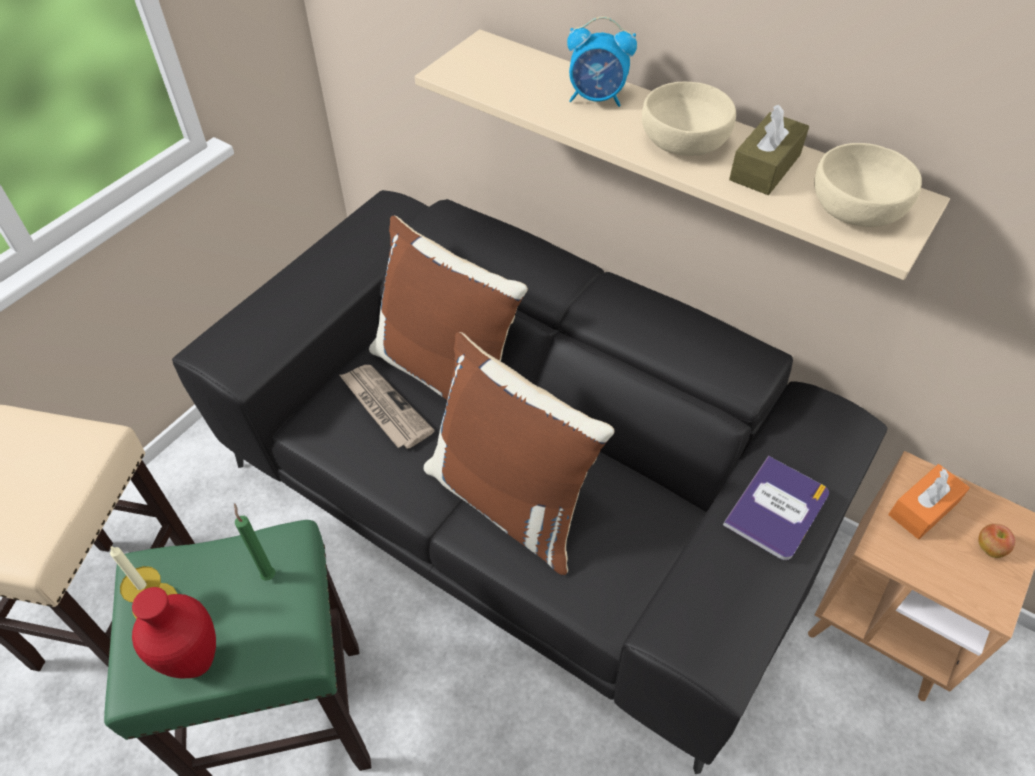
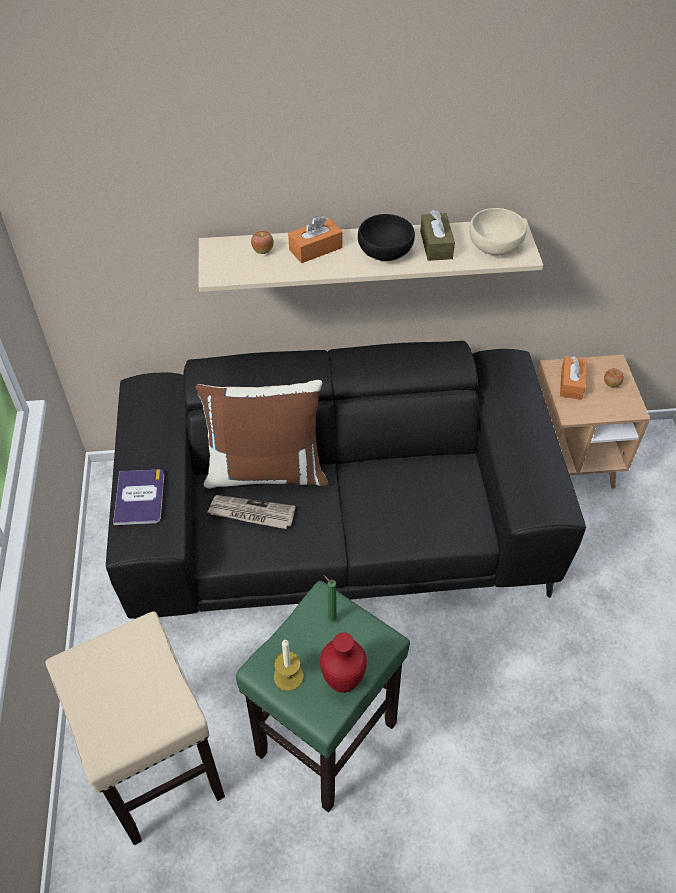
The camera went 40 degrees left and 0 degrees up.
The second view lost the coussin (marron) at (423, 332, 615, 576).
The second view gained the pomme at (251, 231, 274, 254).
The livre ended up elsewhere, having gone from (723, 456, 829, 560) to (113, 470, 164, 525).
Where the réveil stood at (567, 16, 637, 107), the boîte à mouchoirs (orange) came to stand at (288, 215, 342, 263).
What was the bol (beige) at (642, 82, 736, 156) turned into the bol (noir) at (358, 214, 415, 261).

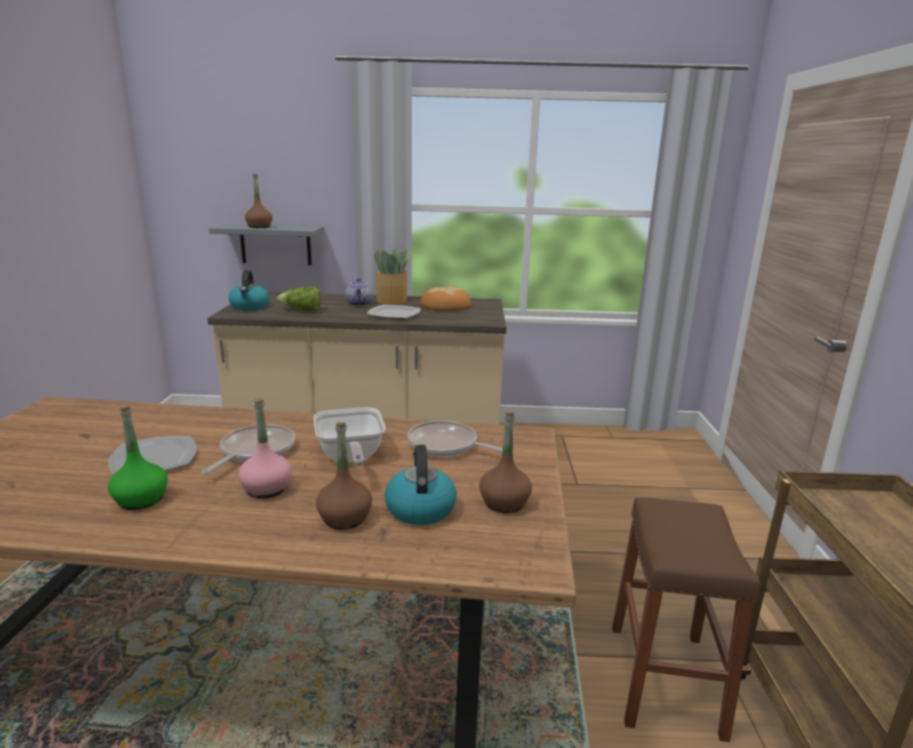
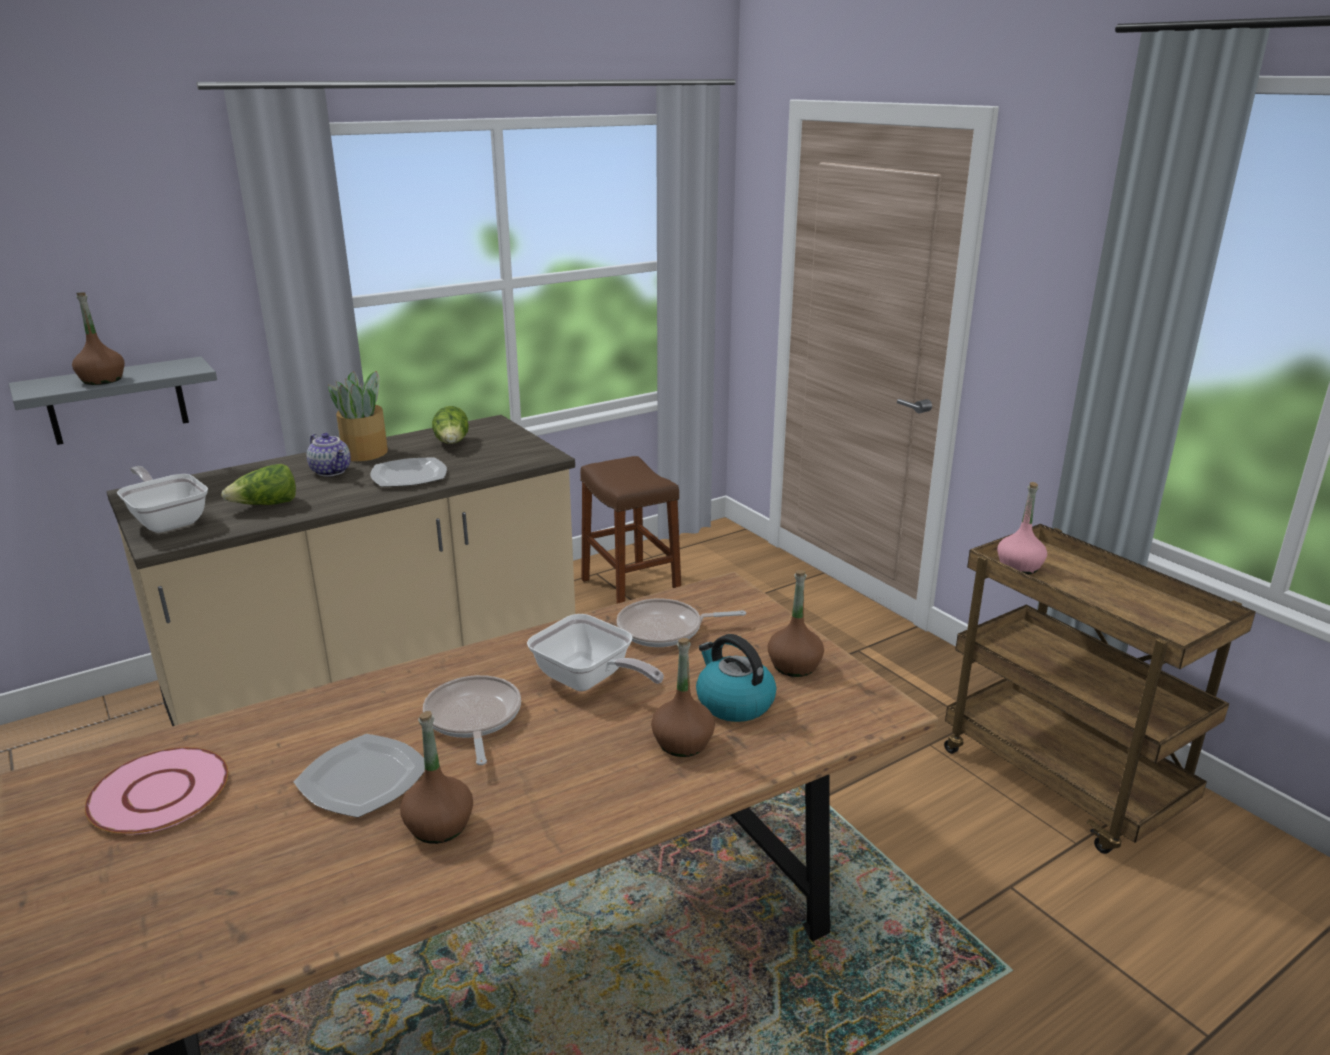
The camera went 35 degrees left and 5 degrees up.
The second view gained the assiette (rose) at (85, 747, 228, 834).
The bouteille (rose) ended up elsewhere, having gone from (238, 397, 292, 498) to (997, 482, 1047, 574).
The tabouret (marron) ended up elsewhere, having gone from (612, 497, 760, 742) to (580, 456, 681, 604).
Where the bouilloire stood at (229, 270, 269, 310), the poêle came to stand at (117, 466, 208, 533).
Where the pain stood at (420, 286, 471, 311), the laitue came to stand at (432, 406, 469, 444).
What was the bouteille (vert) at (108, 406, 168, 510) turned into the bouteille (marron) at (400, 711, 473, 844).

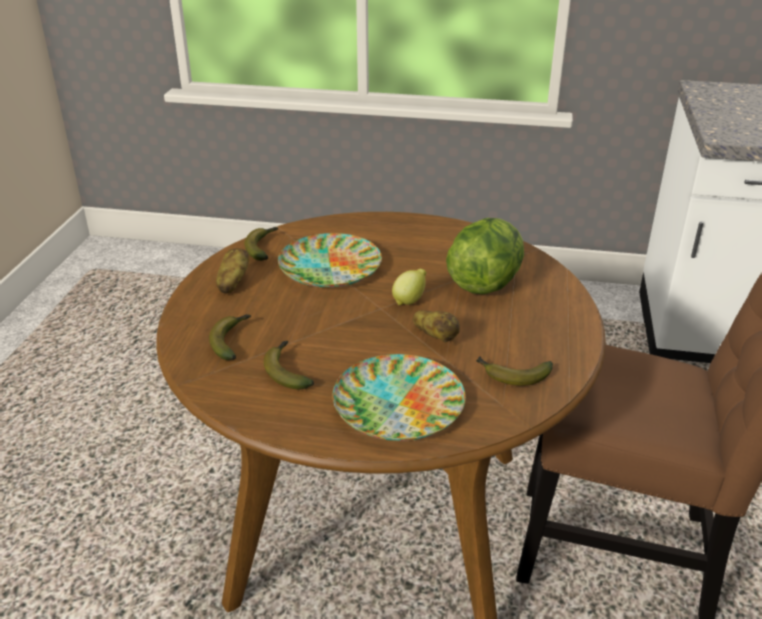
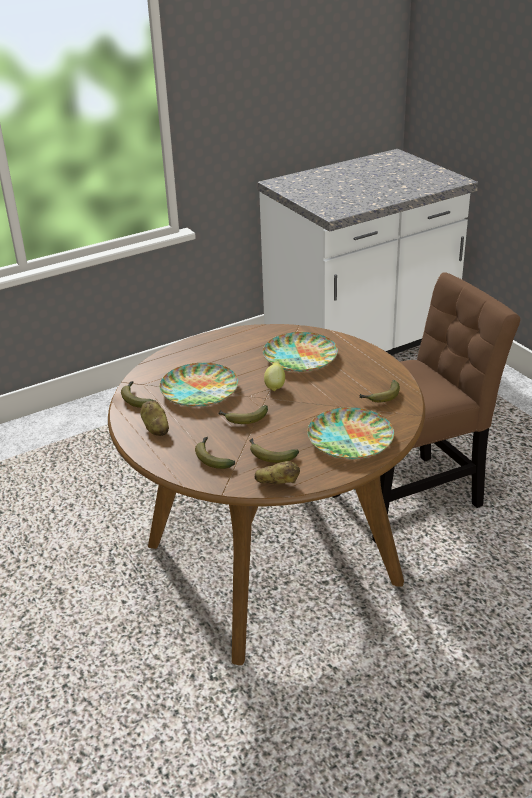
The camera went 40 degrees left and 0 degrees up.
The second view gained the banane at (218, 405, 268, 424).
The pomme de terre ended up elsewhere, having gone from (413, 310, 460, 343) to (255, 461, 300, 484).
Where the laitue stood at (446, 218, 524, 294), the assiette came to stand at (263, 332, 338, 372).

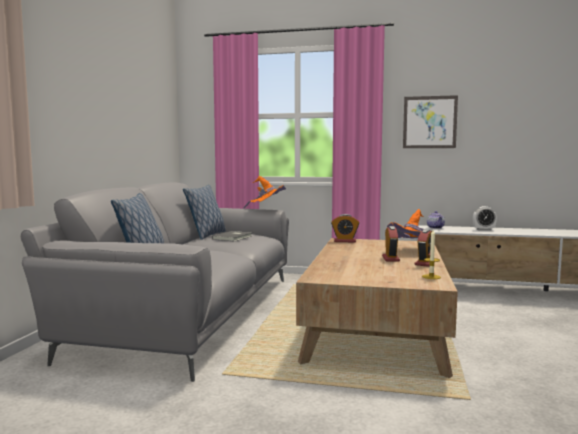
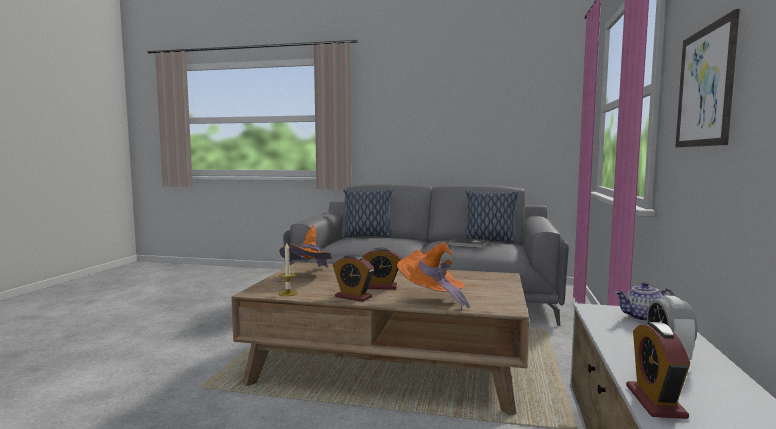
The camera went 90 degrees right and 0 degrees up.
The chapeau (orange) ended up elsewhere, having gone from (243, 176, 286, 209) to (279, 225, 334, 267).
The réveil ended up elsewhere, having gone from (331, 214, 359, 242) to (626, 322, 690, 419).

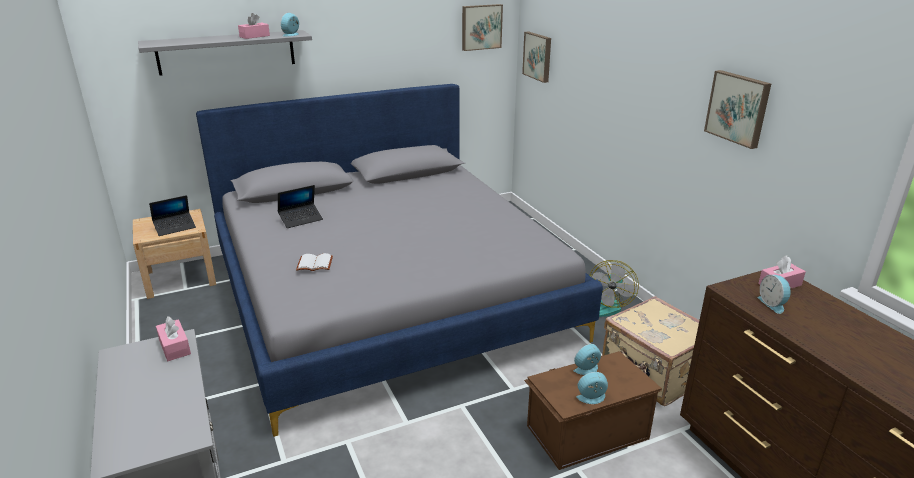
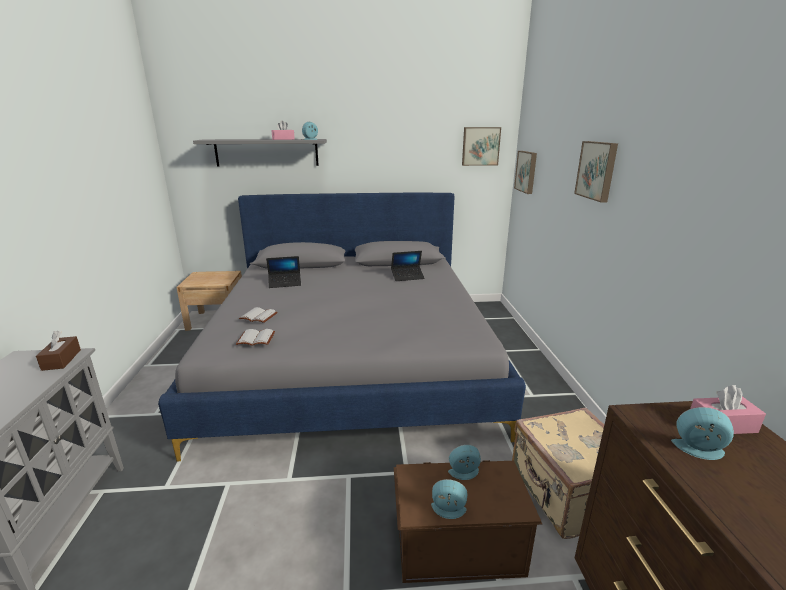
The camera went 20 degrees right and 5 degrees down.
The second view lost the ventilateur at (589, 260, 639, 317).
The second view gained the livre (blanc) at (236, 329, 275, 346).
The ordinateur portable ended up elsewhere, having gone from (149, 195, 196, 236) to (391, 251, 425, 281).
The tableau ended up elsewhere, having gone from (704, 70, 771, 149) to (574, 141, 618, 202).
What was the boîte à mouchoirs (rose) at (156, 316, 191, 361) turned into the boîte à mouchoirs (marron) at (36, 331, 81, 371).
The réveil at (757, 275, 792, 314) ended up facing another way, 105 degrees clockwise from before.

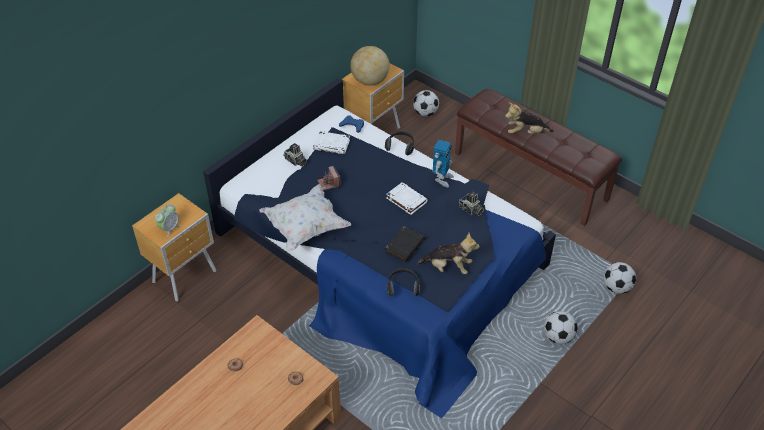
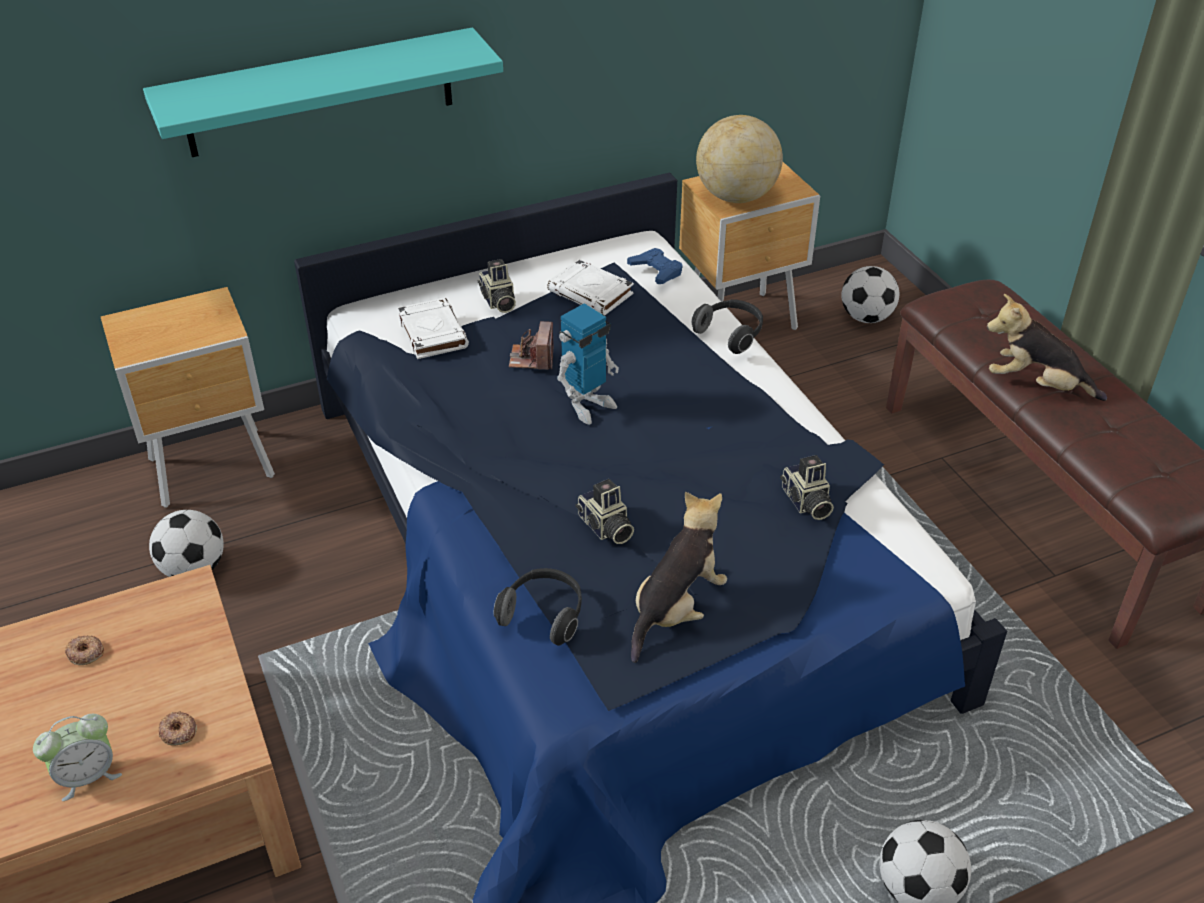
The camera went 25 degrees right and 5 degrees down.
The second view lost the coussin (blanc) at (259, 184, 351, 251).
The second view gained the étagère (turquoise) at (143, 27, 503, 157).
The réveil ended up elsewhere, having gone from (155, 204, 181, 237) to (33, 714, 122, 801).
The livre (blanc) ended up elsewhere, having gone from (386, 182, 428, 215) to (397, 297, 469, 359).
The robot jouet ended up elsewhere, having gone from (433, 140, 454, 187) to (557, 303, 619, 425).
The ballon de foot ended up elsewhere, having gone from (604, 262, 636, 294) to (149, 510, 224, 577).
Where the livre (noir) stood at (385, 226, 425, 262), the appareil photo came to stand at (575, 479, 634, 544).
The peluche at (416, 233, 480, 274) ended up facing another way, 90 degrees counterclockwise from before.

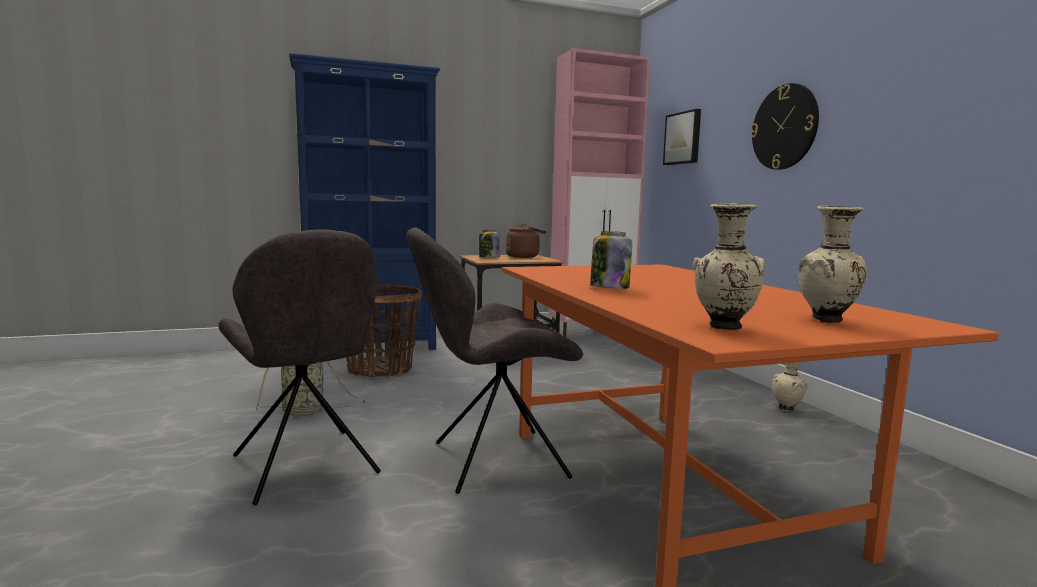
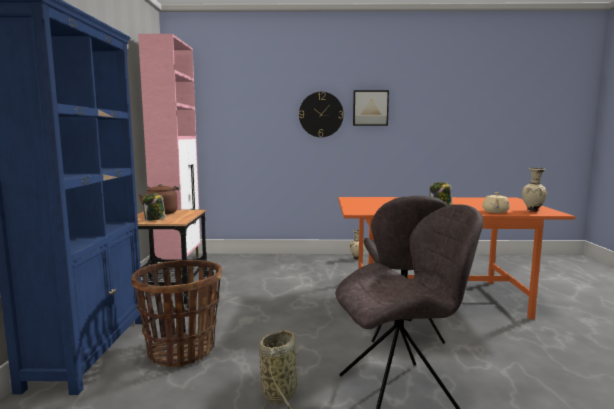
The camera went 70 degrees left and 0 degrees up.
The second view lost the vase (beige) at (798, 206, 867, 323).
The second view gained the théière (beige) at (482, 192, 510, 213).
The tableau ended up elsewhere, having gone from (663, 109, 701, 165) to (353, 90, 389, 126).

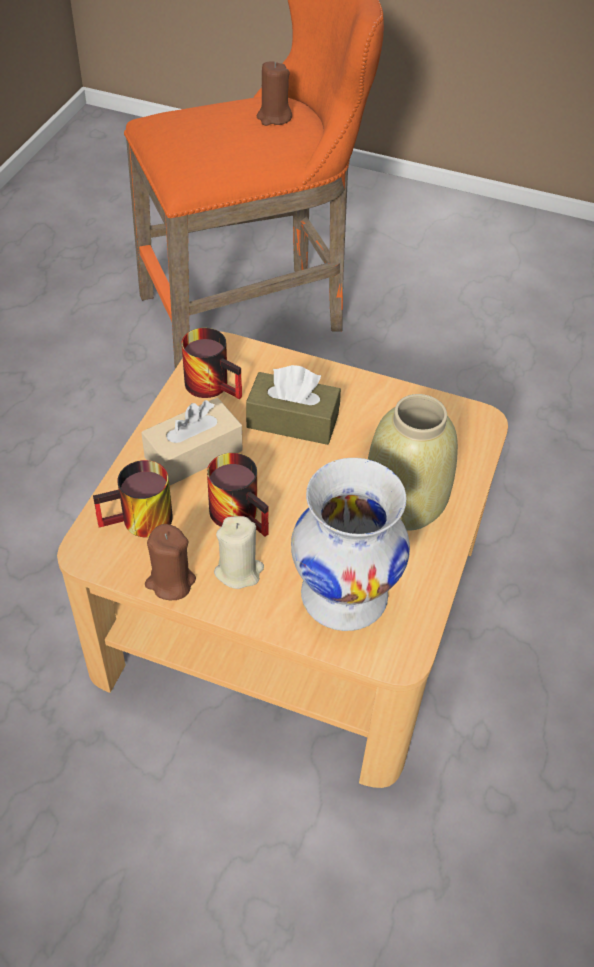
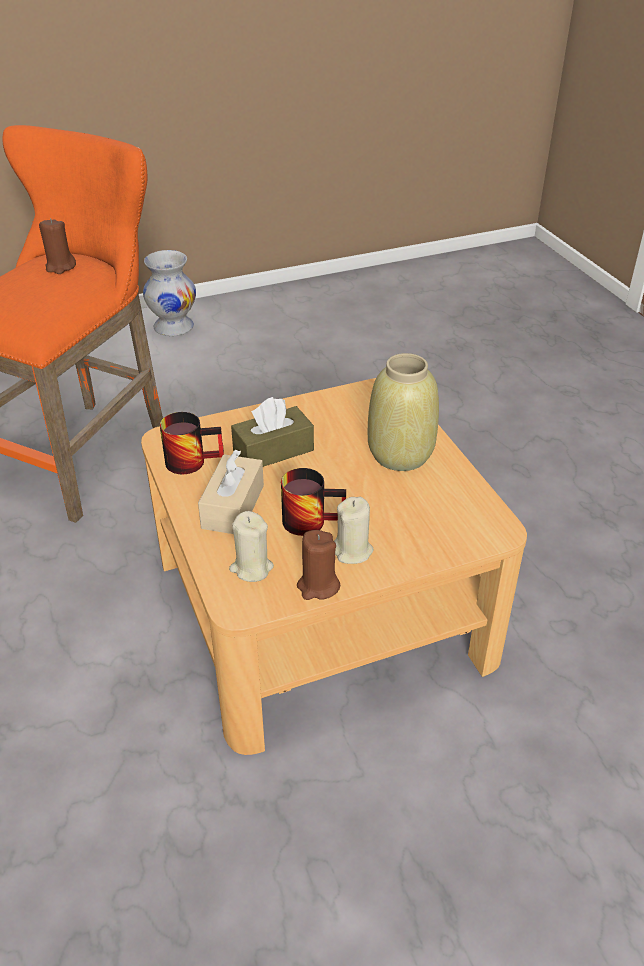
The camera went 40 degrees left and 10 degrees down.
The vase (blanc) ended up elsewhere, having gone from (291, 458, 410, 631) to (143, 250, 196, 336).
Where the mug stood at (93, 460, 173, 538), the bougie (beige) came to stand at (229, 511, 274, 582).

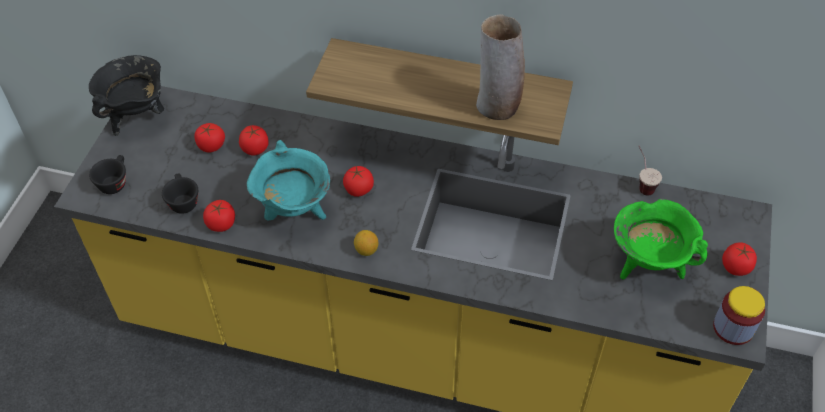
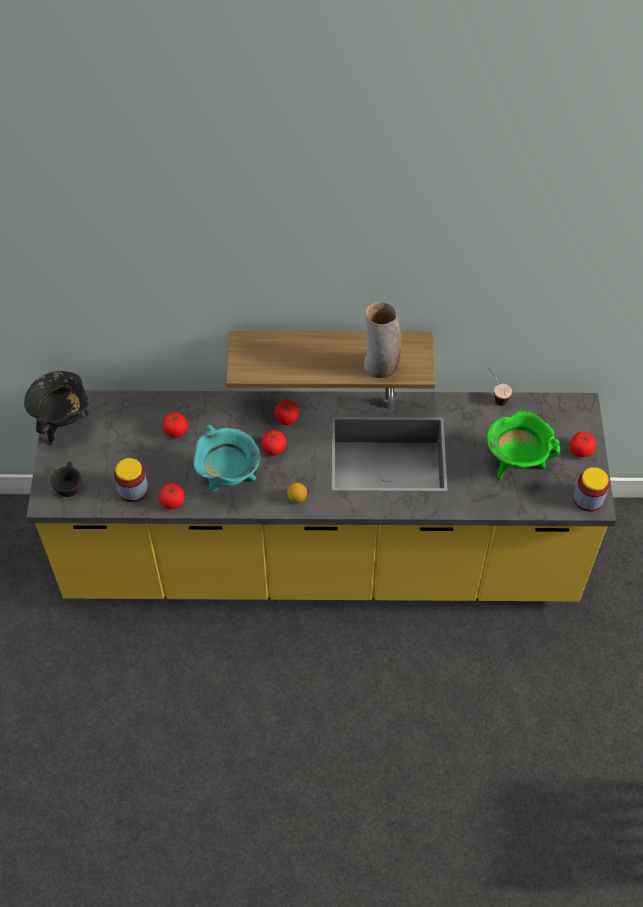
The camera went 15 degrees left and 5 degrees up.
The tomate ended up elsewhere, having gone from (195, 123, 225, 152) to (274, 400, 299, 425).
Where the tasse (noir) stood at (162, 174, 198, 214), the bocal came to stand at (114, 458, 148, 502).

